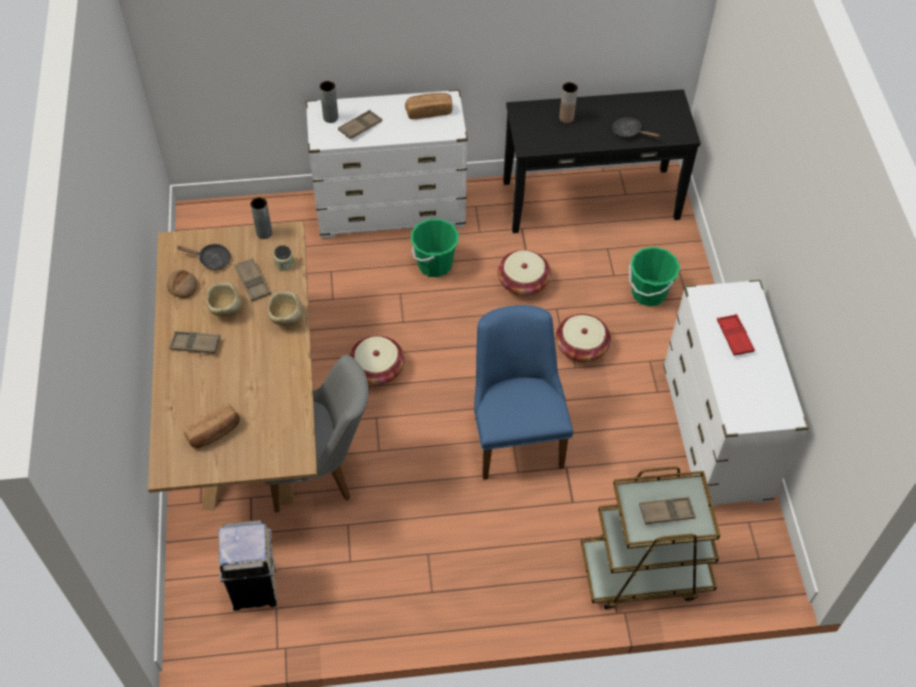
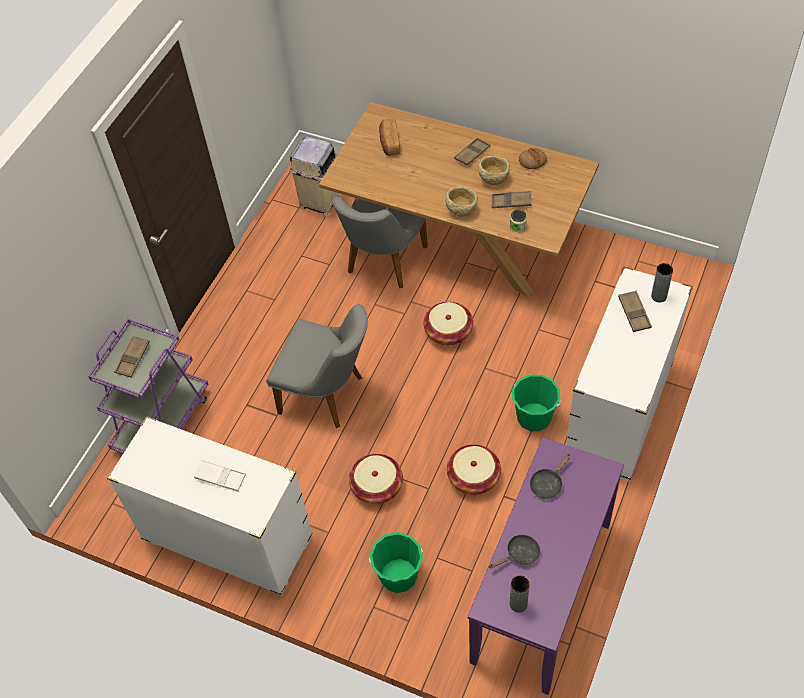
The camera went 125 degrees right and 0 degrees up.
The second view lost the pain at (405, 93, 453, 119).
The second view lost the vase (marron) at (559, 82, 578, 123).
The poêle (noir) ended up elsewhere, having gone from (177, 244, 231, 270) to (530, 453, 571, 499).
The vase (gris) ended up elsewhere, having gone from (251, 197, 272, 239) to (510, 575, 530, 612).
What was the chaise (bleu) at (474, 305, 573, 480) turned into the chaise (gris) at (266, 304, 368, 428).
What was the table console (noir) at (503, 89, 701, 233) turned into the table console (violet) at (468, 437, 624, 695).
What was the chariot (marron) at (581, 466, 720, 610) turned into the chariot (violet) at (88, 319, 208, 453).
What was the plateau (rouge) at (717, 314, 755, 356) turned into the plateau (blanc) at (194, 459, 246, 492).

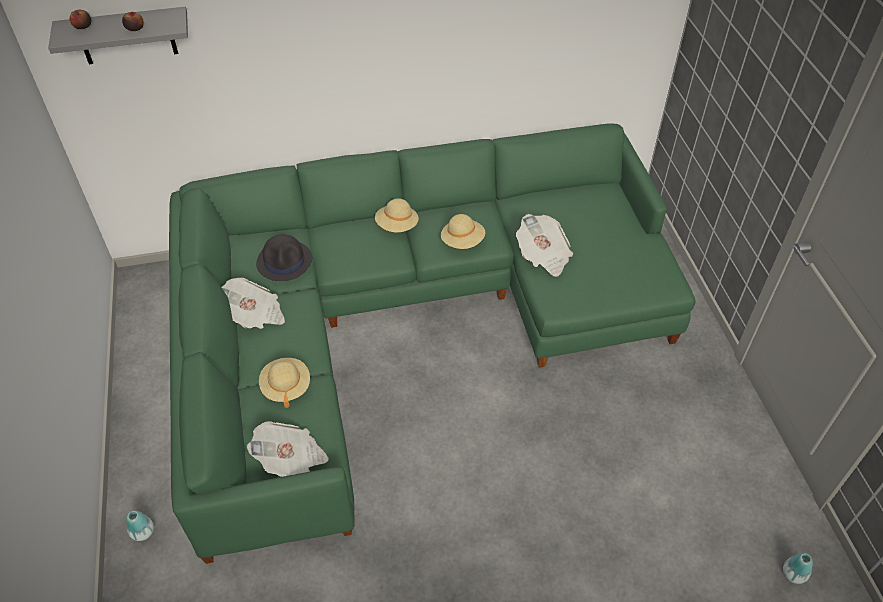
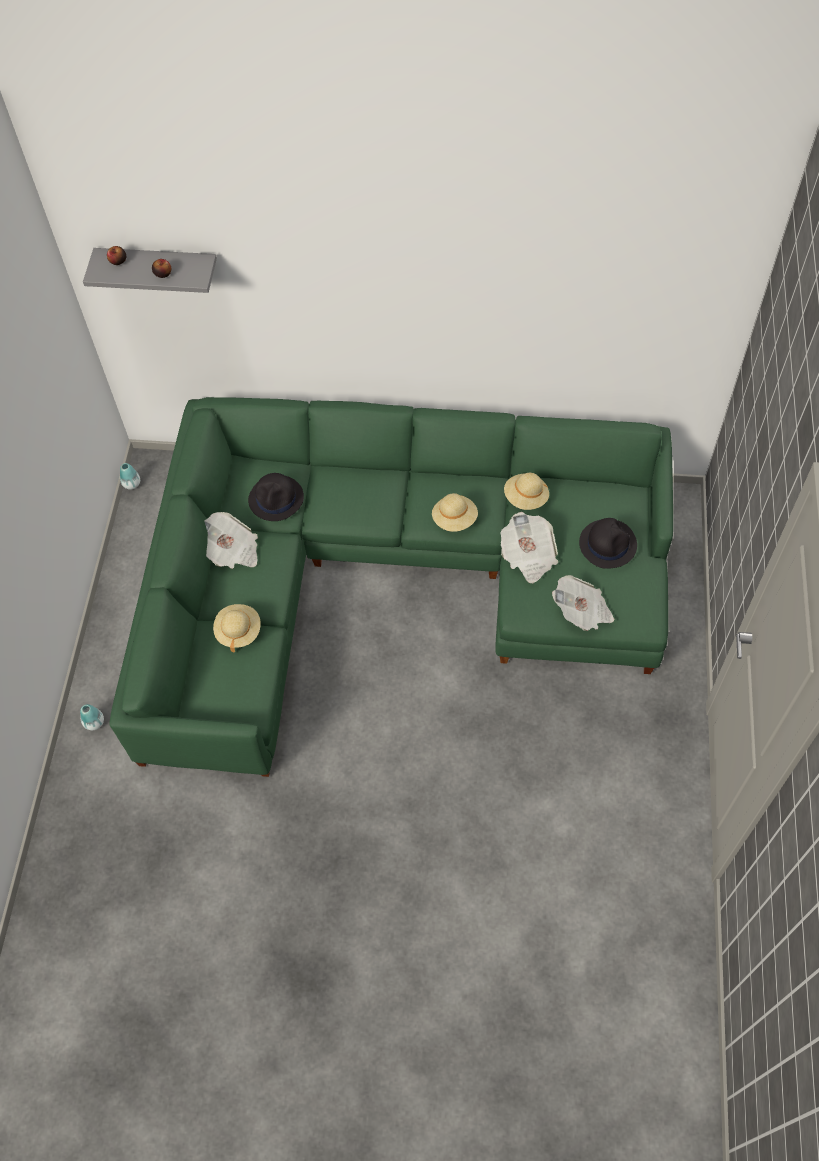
The camera went 20 degrees right and 10 degrees up.
The second view gained the chapeau (noir) at (579, 518, 637, 569).
The journal ended up elsewhere, having gone from (247, 421, 329, 477) to (552, 575, 614, 631).
The chapeau (beige) ended up elsewhere, having gone from (375, 198, 419, 232) to (504, 473, 549, 510).
The vase ended up elsewhere, having gone from (783, 553, 813, 584) to (120, 463, 140, 489).

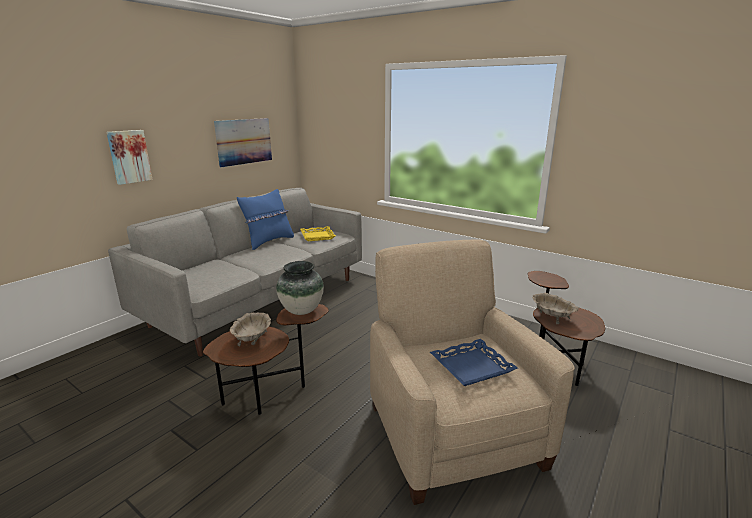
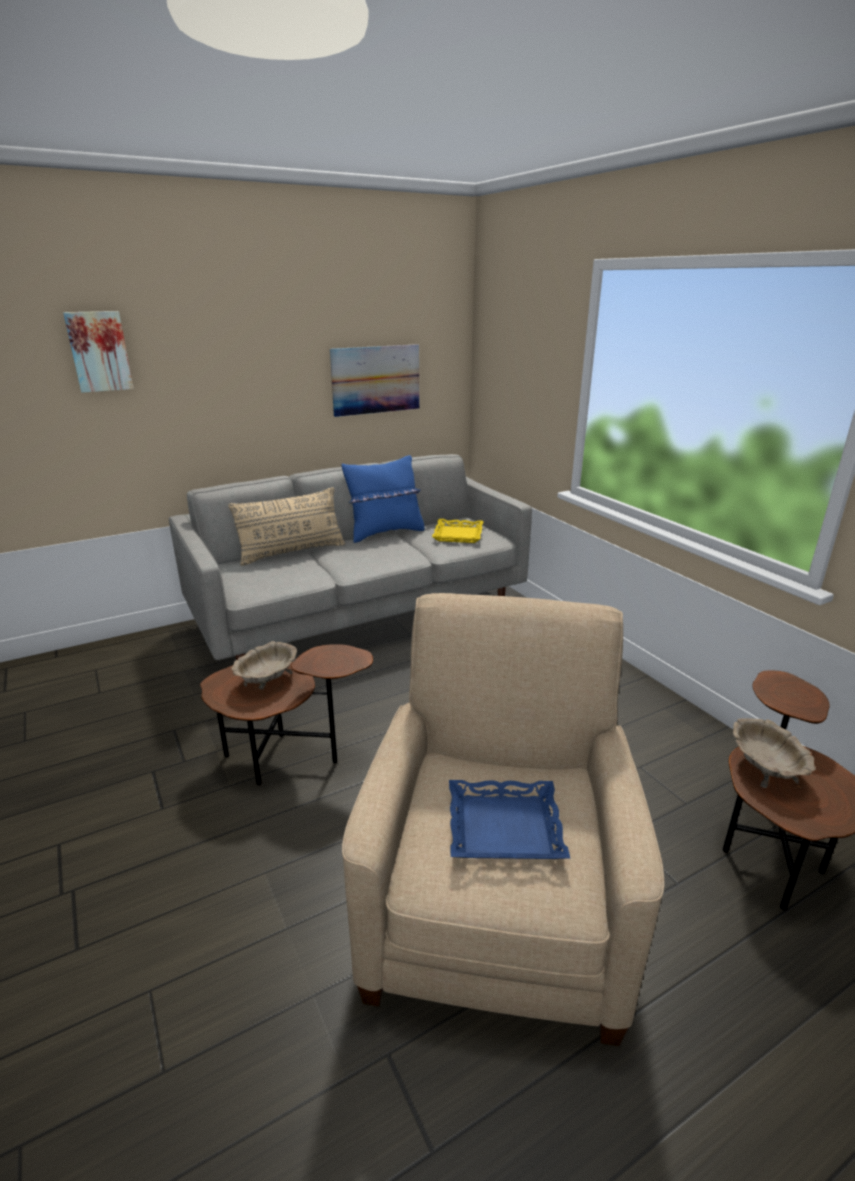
The camera went 25 degrees right and 5 degrees up.
The second view lost the vase at (276, 261, 324, 315).
The second view gained the coussin (beige) at (228, 487, 345, 566).
The tableau ended up elsewhere, having gone from (106, 130, 152, 185) to (63, 311, 134, 393).

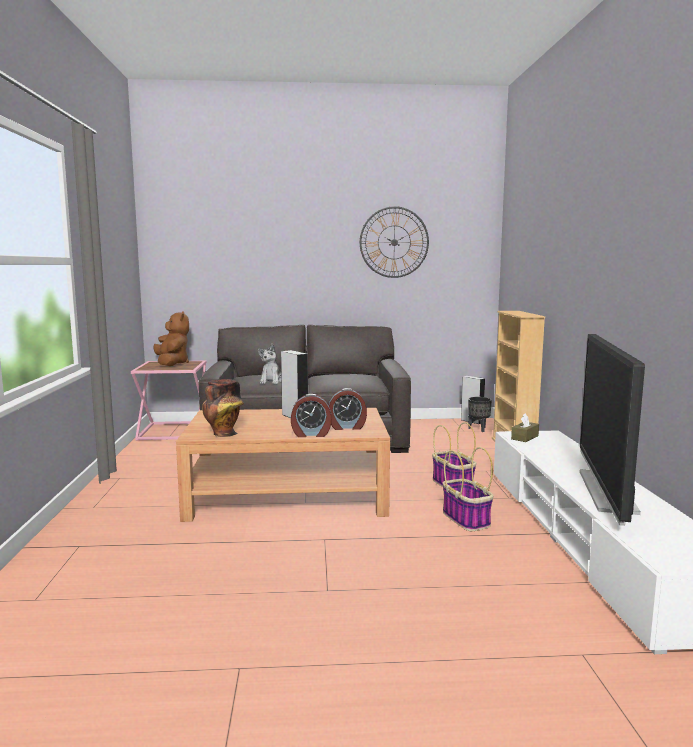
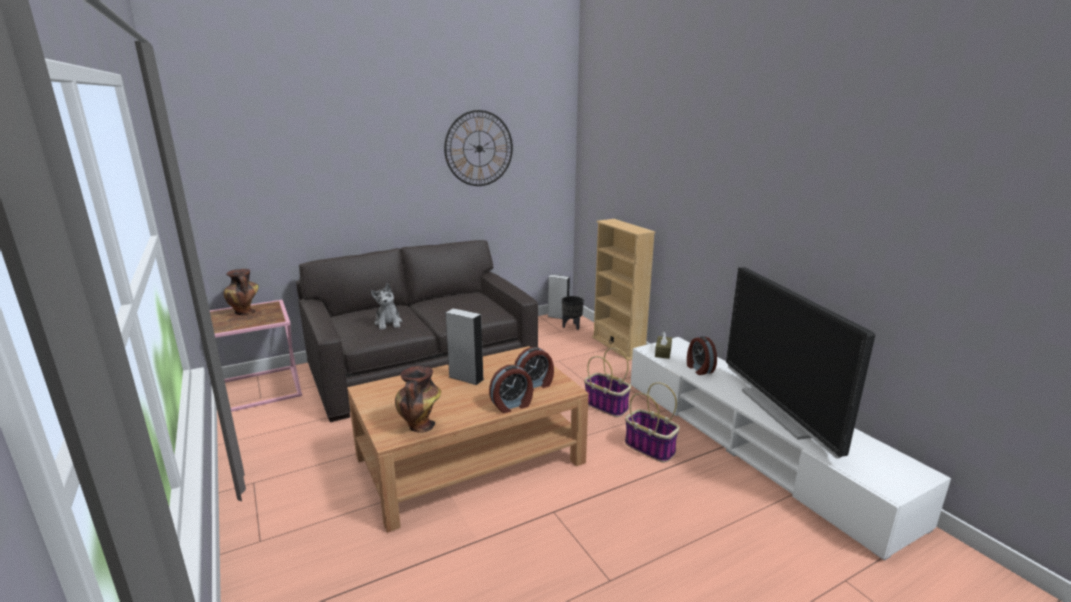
The camera went 25 degrees left and 10 degrees up.
The second view gained the réveil at (687, 336, 717, 375).
Where the peluche (marron) stood at (153, 311, 189, 366), the vase came to stand at (223, 269, 259, 315).

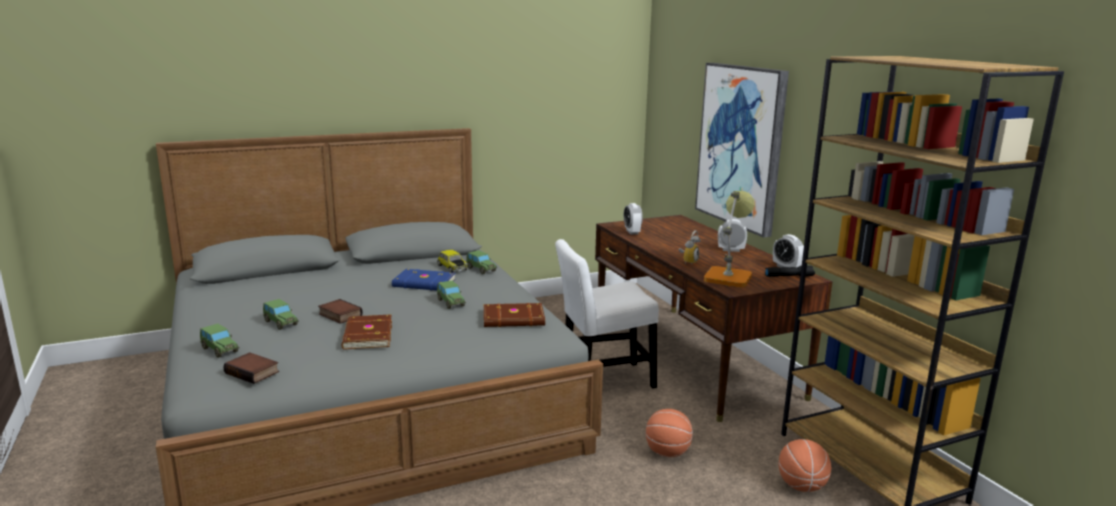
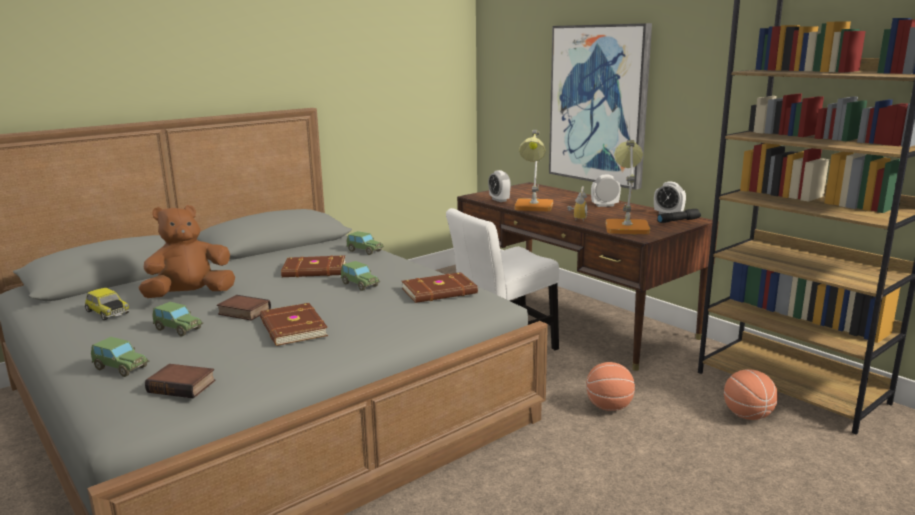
The camera went 15 degrees left and 0 degrees up.
The second view gained the peluche (marron) at (138, 205, 235, 298).
The second view gained the lampe de table at (514, 130, 553, 211).
The petite voiture ended up elsewhere, having gone from (437, 250, 468, 273) to (84, 288, 129, 320).
What was the livre (bleu) at (392, 269, 455, 291) turned into the livre (marron) at (281, 255, 346, 277).

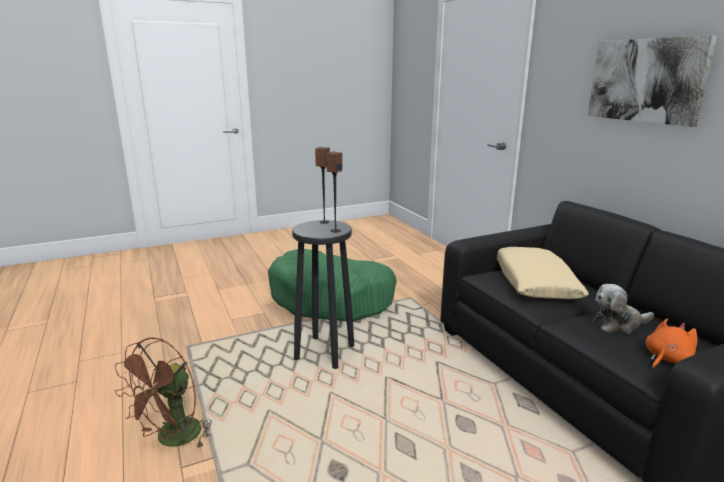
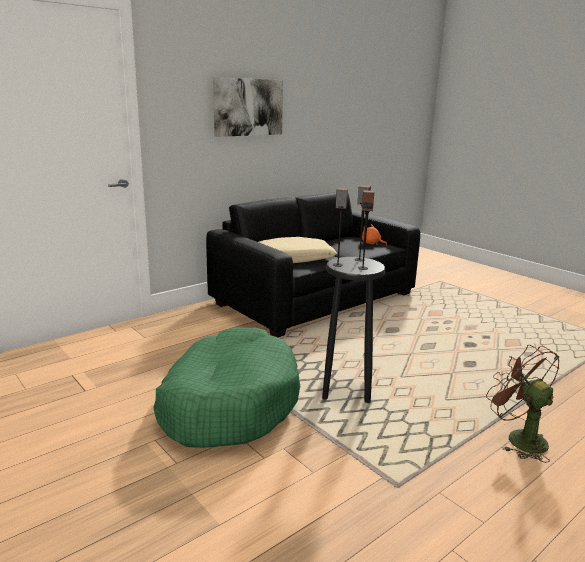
The camera went 105 degrees left and 0 degrees up.
The second view lost the peluche at (593, 284, 654, 334).
The second view gained the enceinte at (358, 190, 374, 270).
The ventilateur (marron) at (115, 337, 212, 448) ended up facing another way, 135 degrees counterclockwise from before.

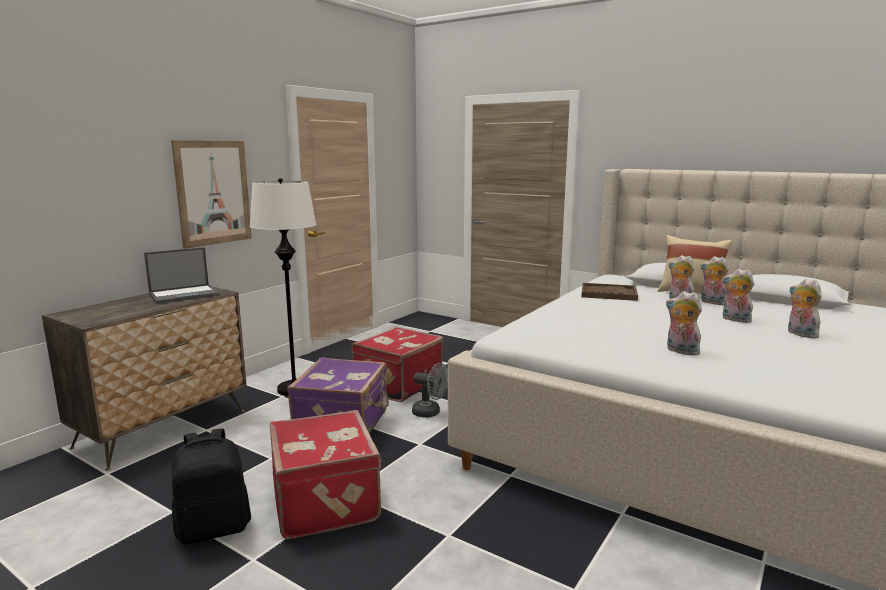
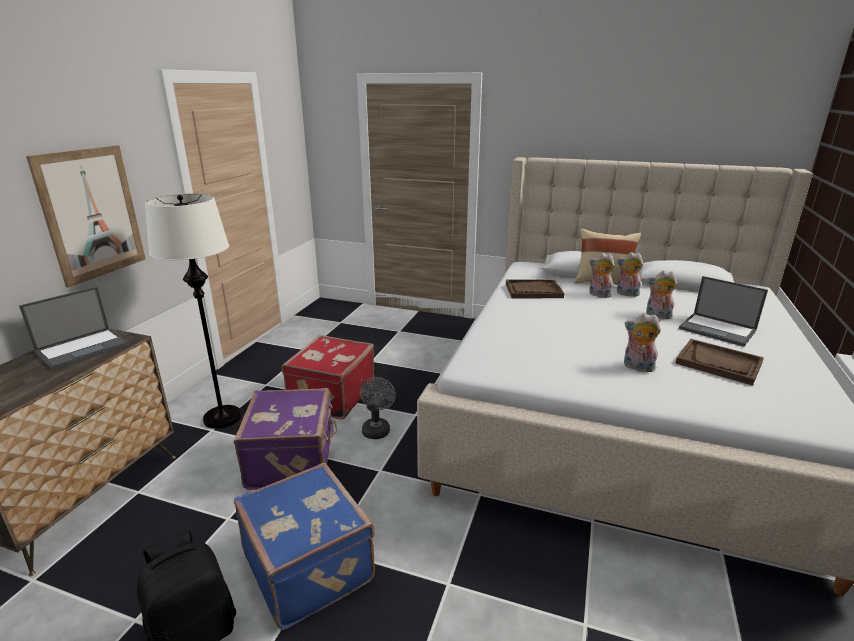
The camera went 15 degrees left and 10 degrees up.
The second view gained the plateau (marron) at (675, 339, 764, 386).
Where the peluche stood at (788, 279, 822, 338), the ordinateur portable came to stand at (679, 276, 768, 347).
What was the valise (rouge) at (270, 410, 382, 539) turned into the valise (bleu) at (234, 463, 375, 630).
The ventilateur (gris) at (412, 363, 448, 418) ended up facing another way, 90 degrees counterclockwise from before.

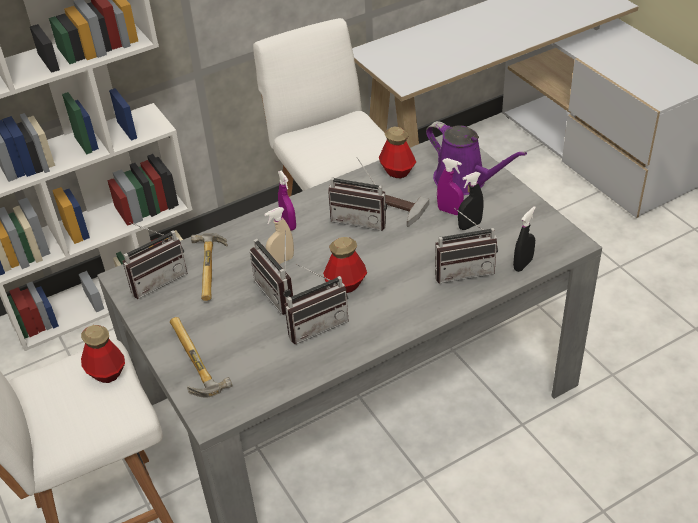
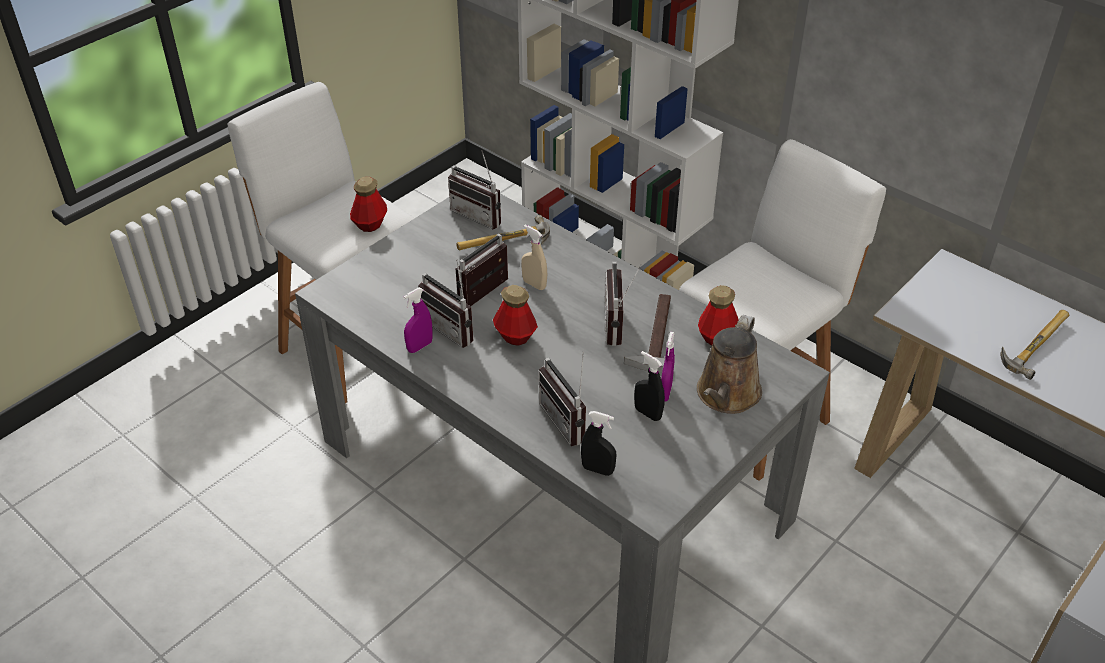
The camera went 70 degrees right and 0 degrees up.
The marteau ended up elsewhere, having gone from (170, 317, 233, 398) to (1000, 310, 1069, 380).
The vaporisateur (violet) ended up elsewhere, having gone from (278, 171, 296, 230) to (403, 288, 433, 353).
What was the arrosoir (violet) at (426, 121, 527, 195) turned into the arrosoir (marron) at (697, 315, 762, 414).

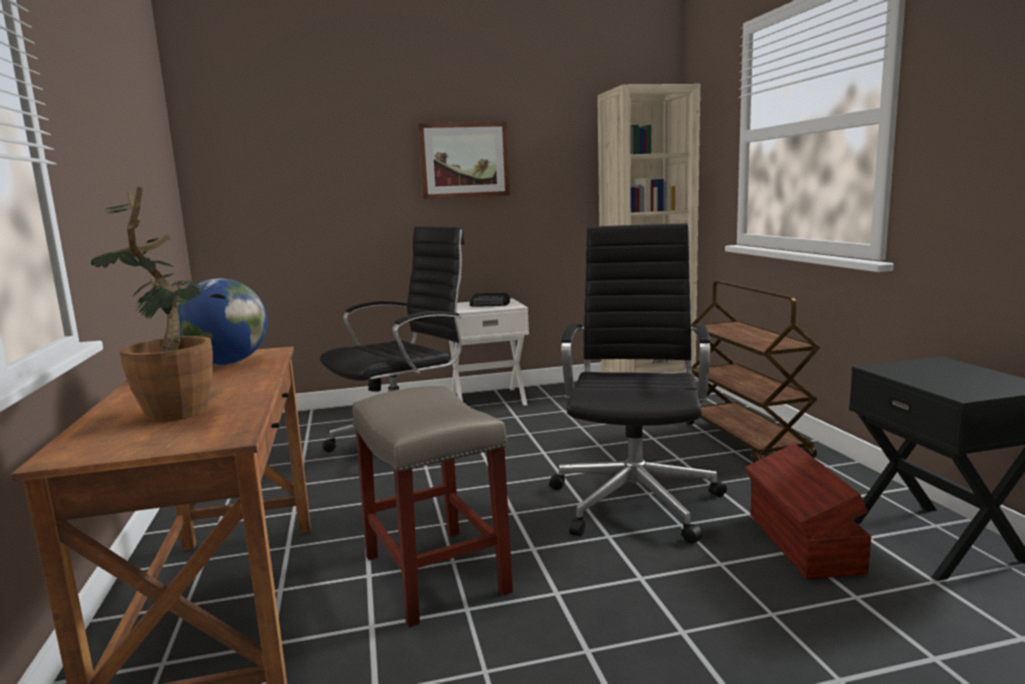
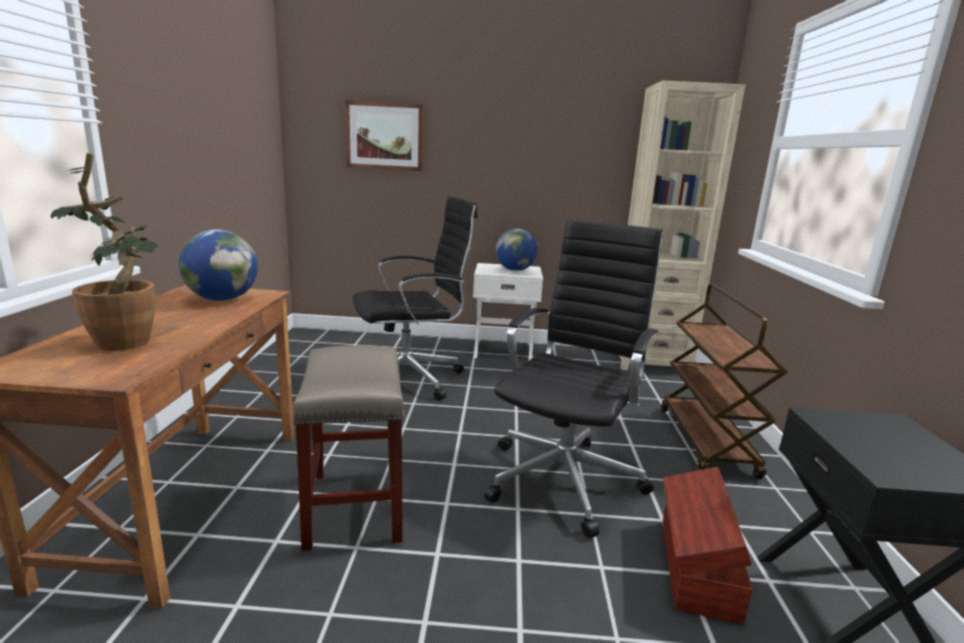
The camera went 15 degrees right and 5 degrees up.
The tableau ended up elsewhere, having gone from (418, 121, 510, 199) to (345, 100, 424, 171).
Where the radio stood at (470, 293, 510, 307), the globe came to stand at (496, 229, 538, 271).

